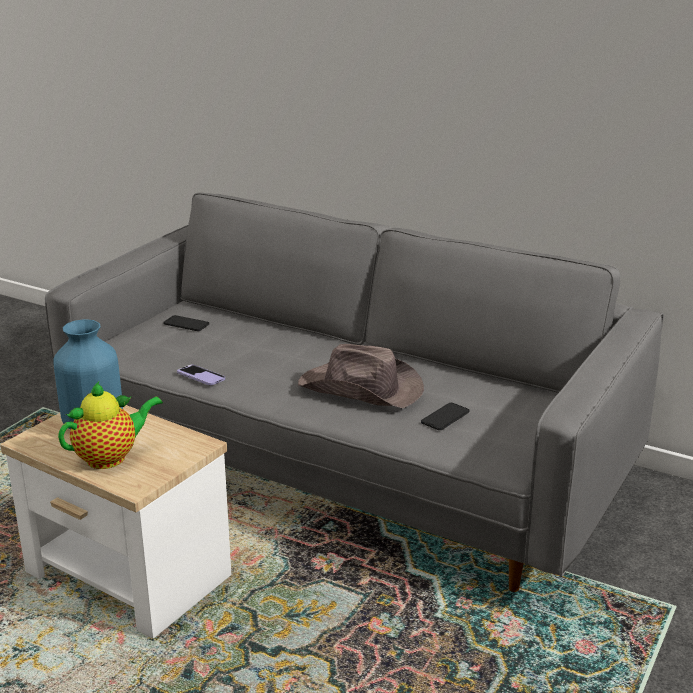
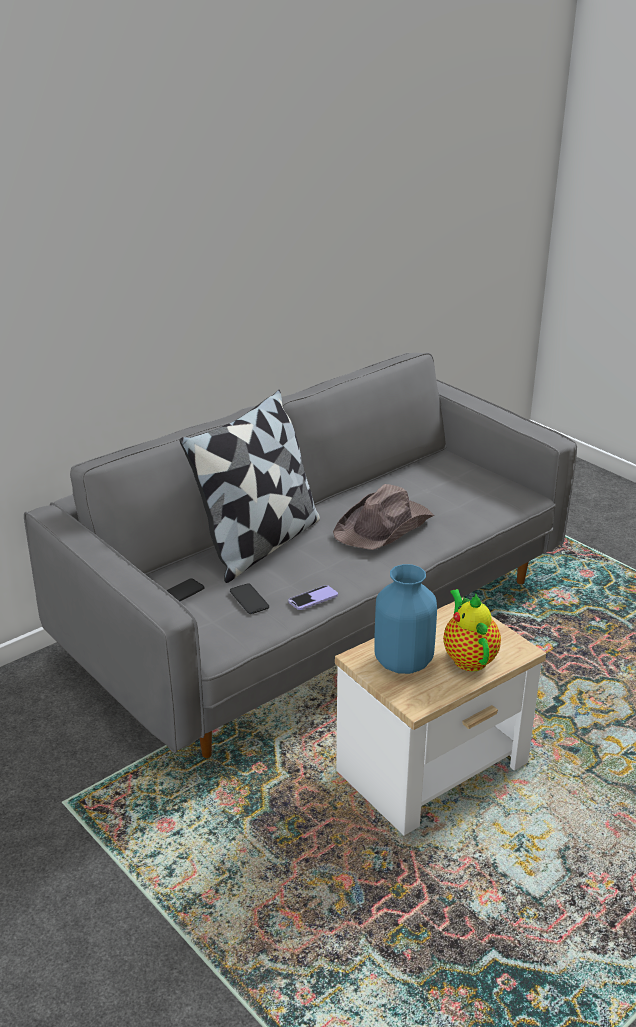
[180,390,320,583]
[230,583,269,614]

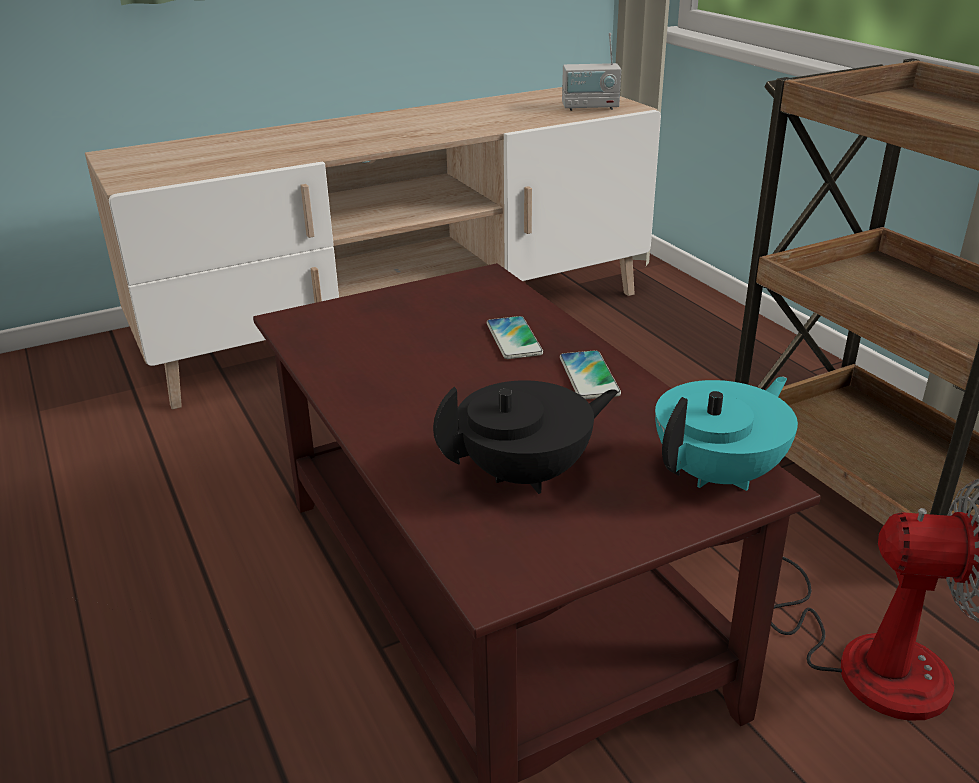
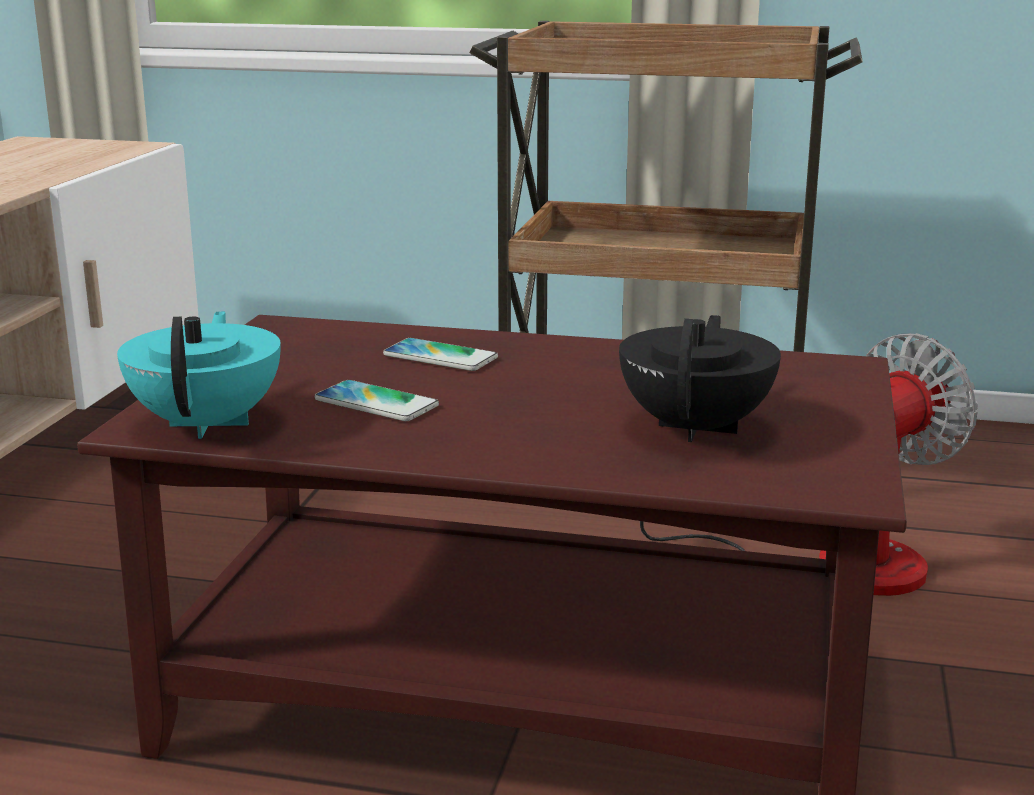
[562,33,621,111] (first image)
[315,380,439,421]
[117,311,281,439]

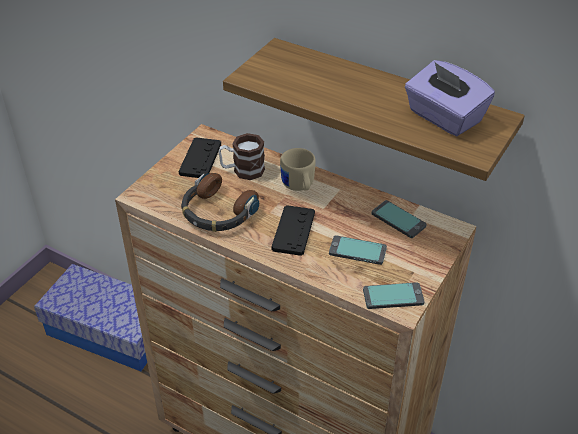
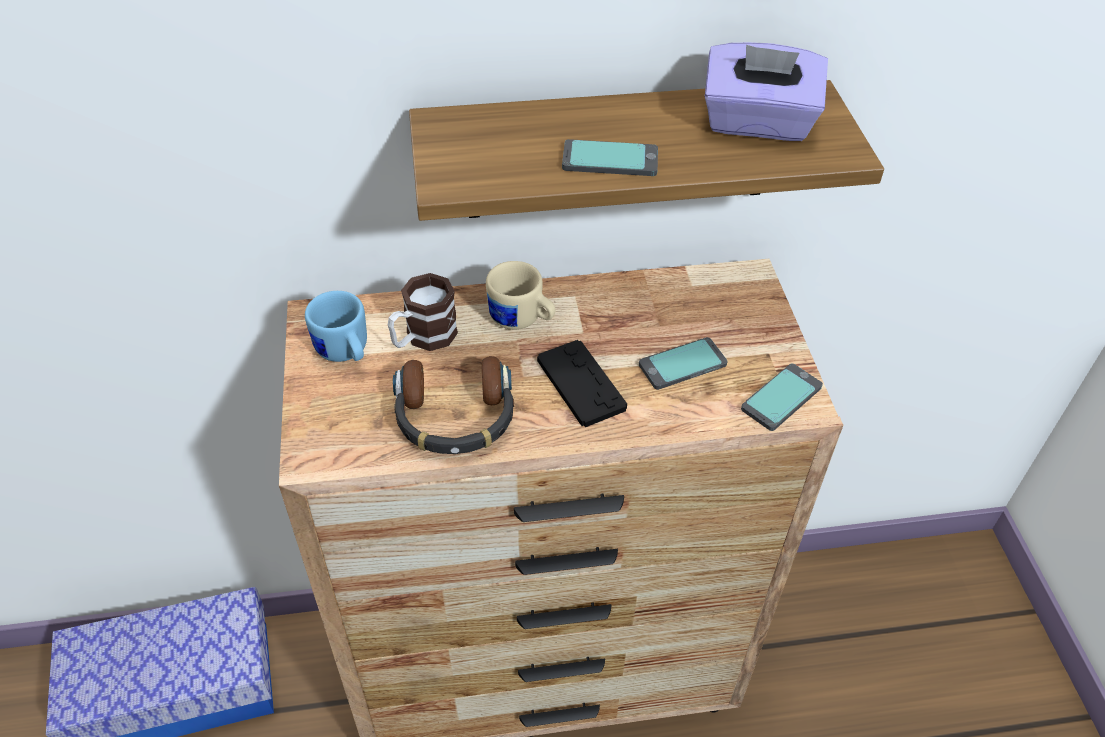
[562,139,658,176]
[305,291,367,362]

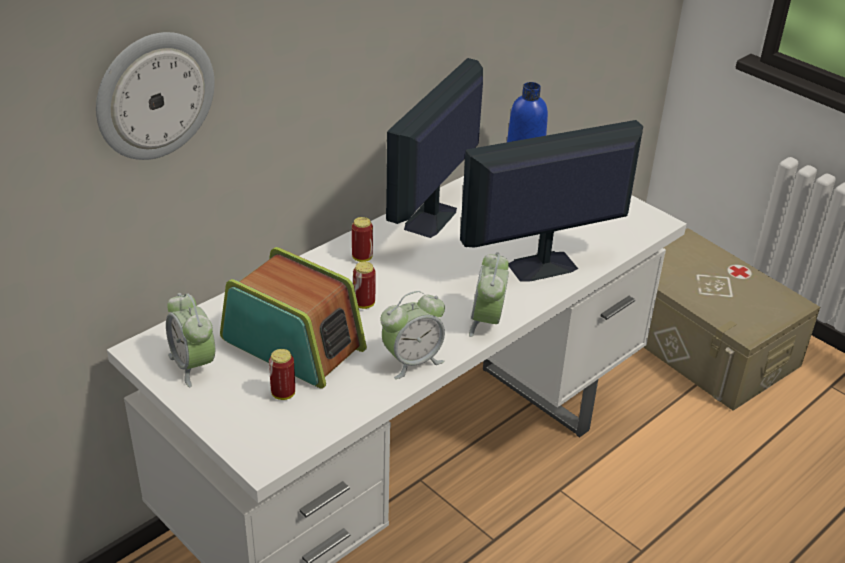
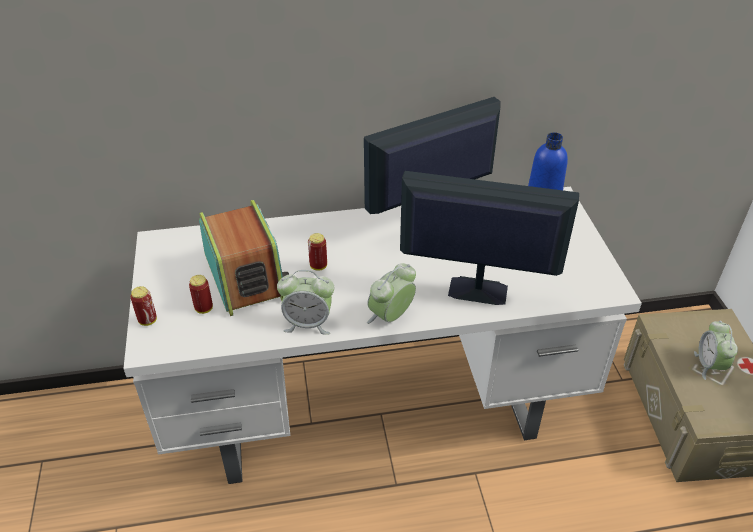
[96,32,215,160] (first image)
[694,320,738,380]
[130,286,157,326]

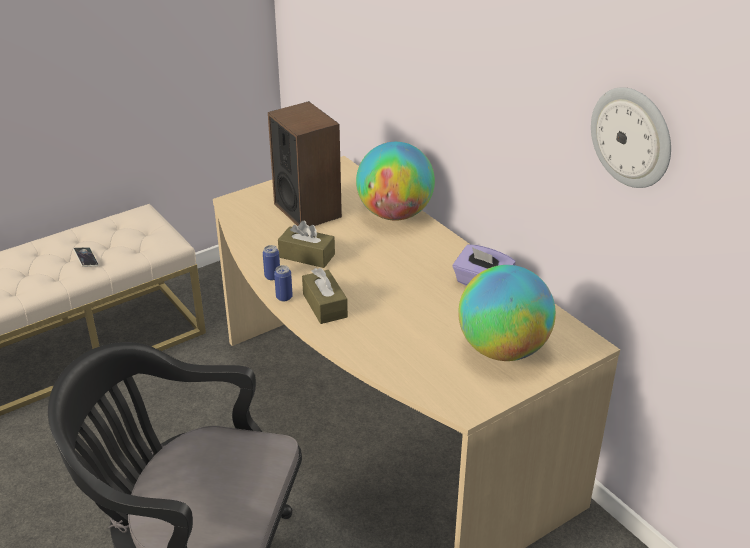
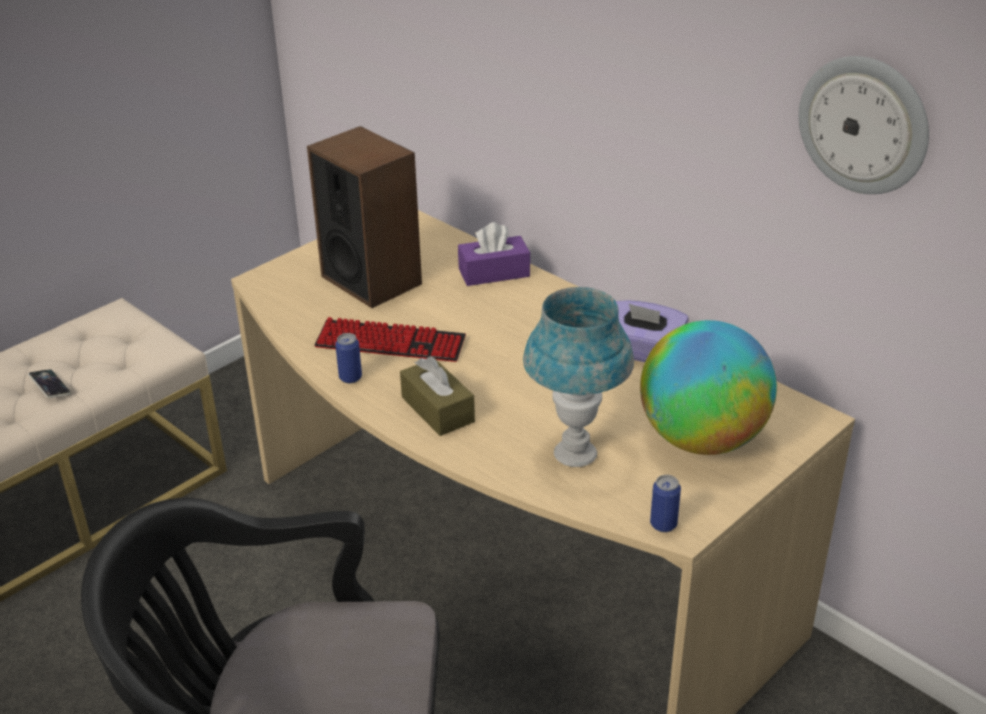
[523,287,634,467]
[650,475,681,532]
[314,317,466,362]
[458,222,530,286]

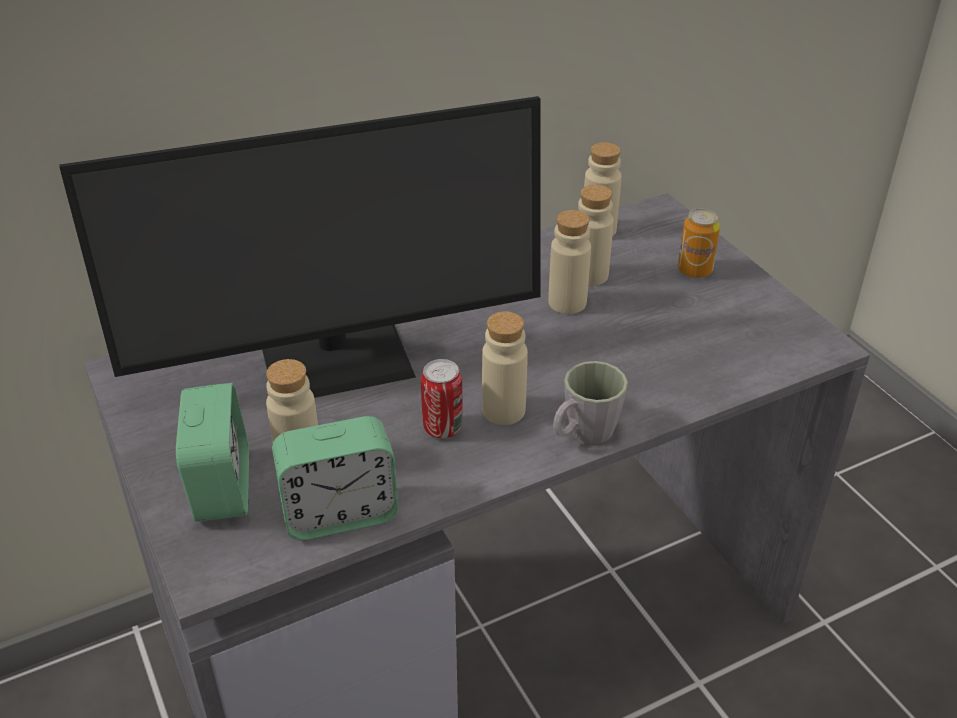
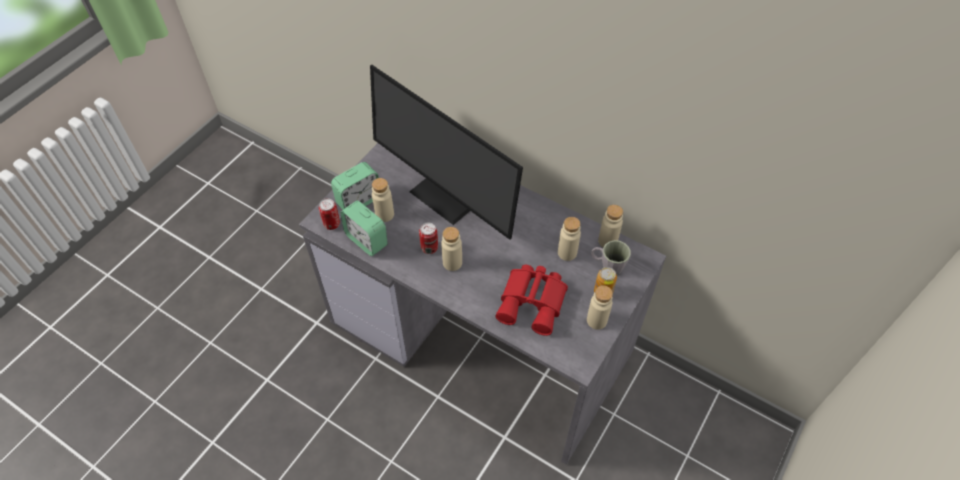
[319,198,340,230]
[495,265,568,336]
[587,286,613,330]
[591,240,631,275]

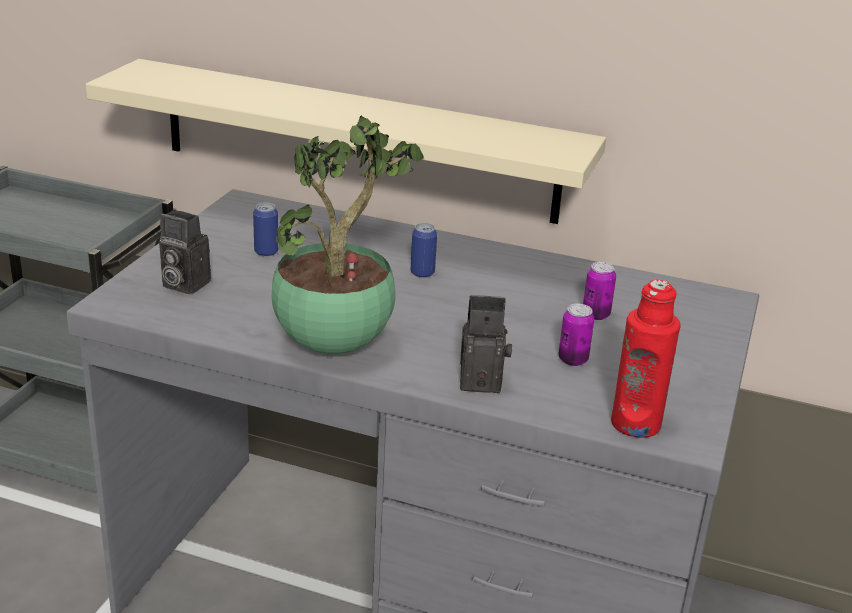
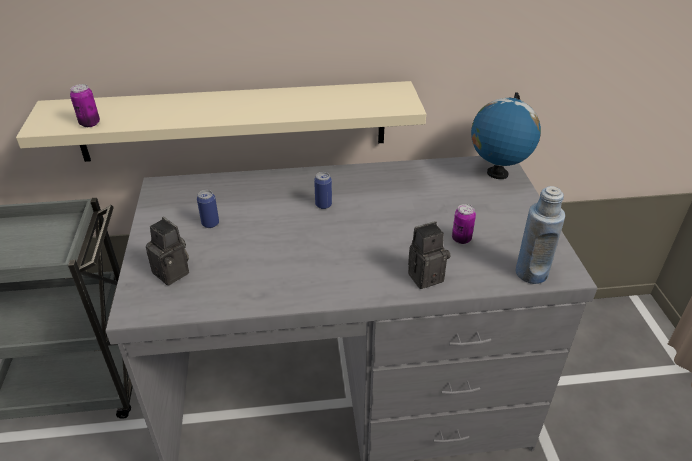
[272,115,424,354] (first image)
[471,92,541,179]
[70,84,100,127]
[516,186,565,284]
[146,217,189,285]

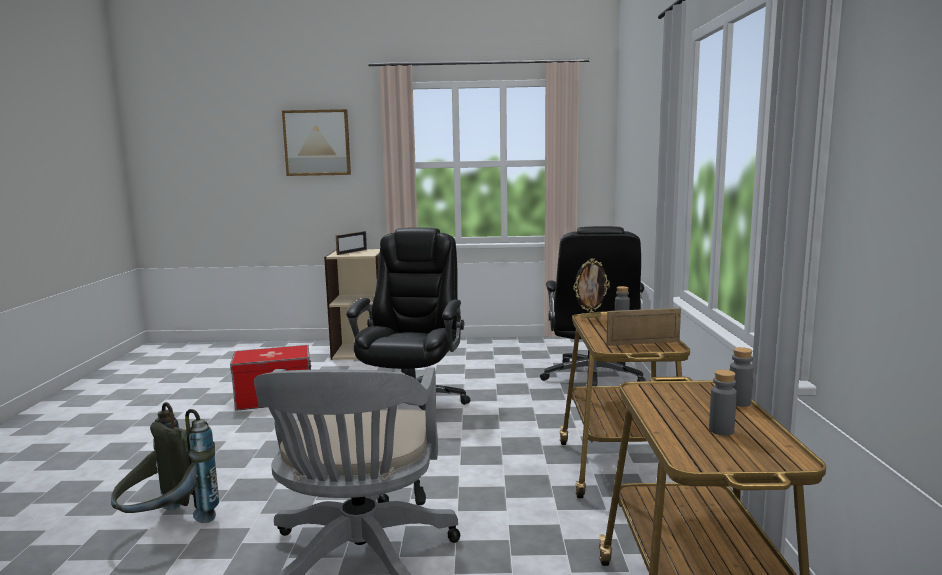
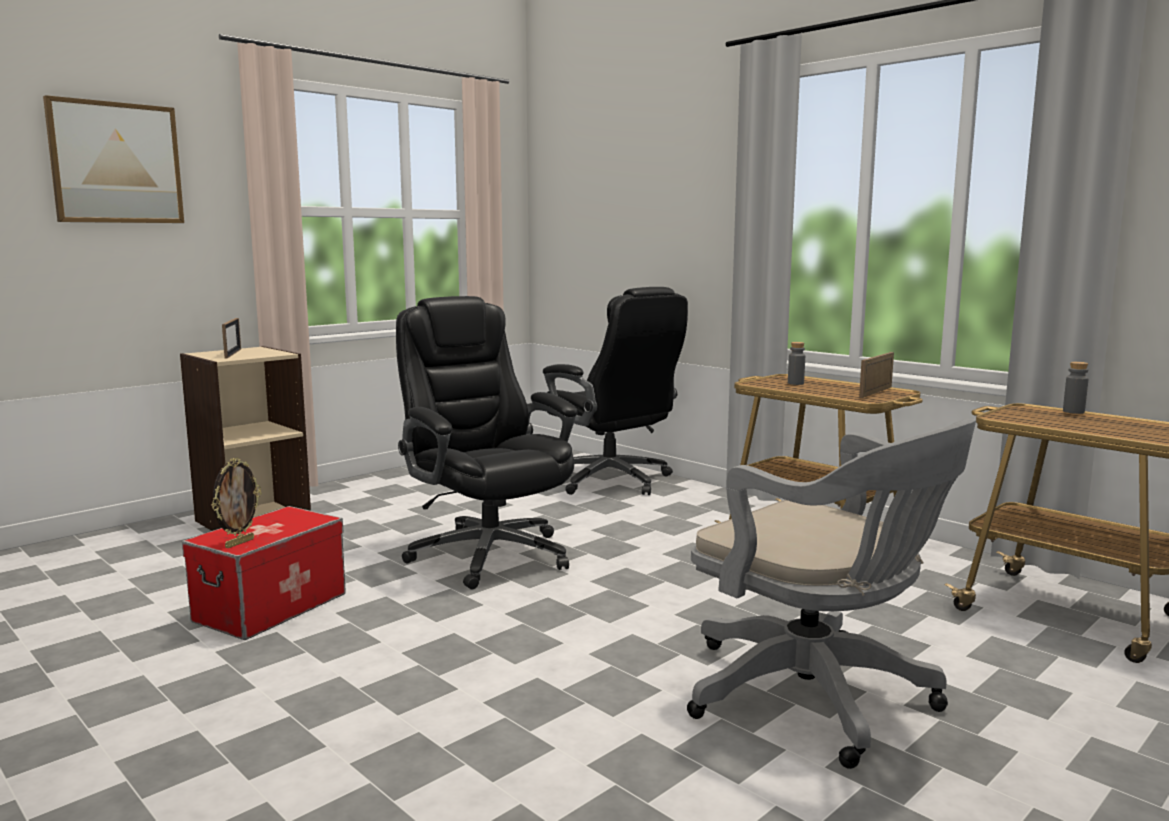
[111,402,219,523] (first image)
[709,370,737,435] (first image)
[212,458,261,548]

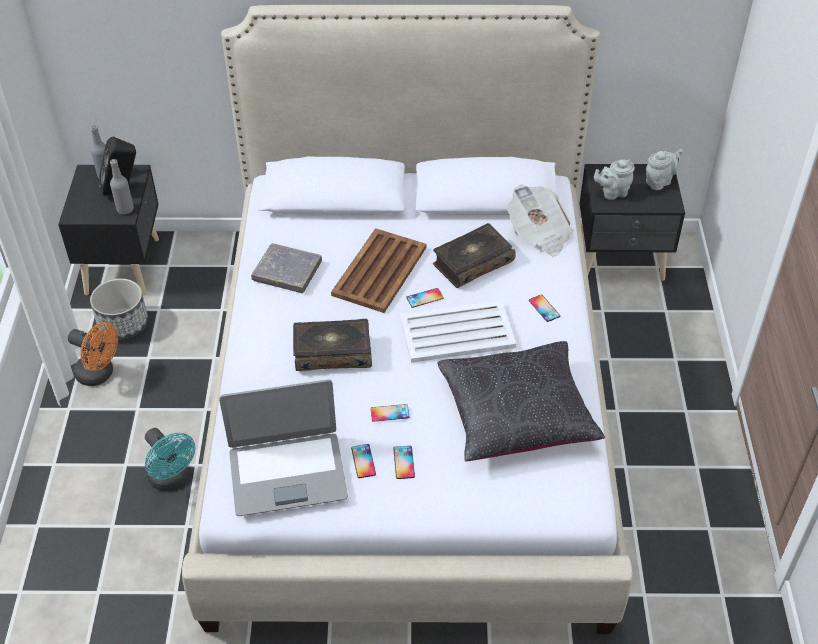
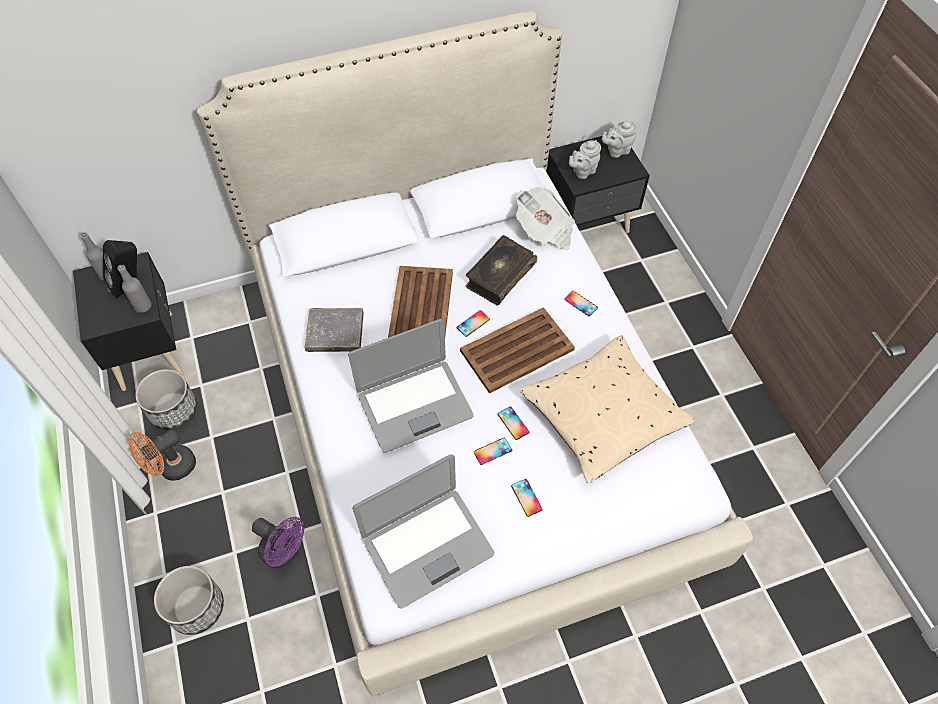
[154,566,224,635]
[497,406,529,440]
[348,319,474,453]
[252,517,304,568]
[460,307,575,394]
[520,335,695,484]
[128,429,196,481]
[602,121,637,158]

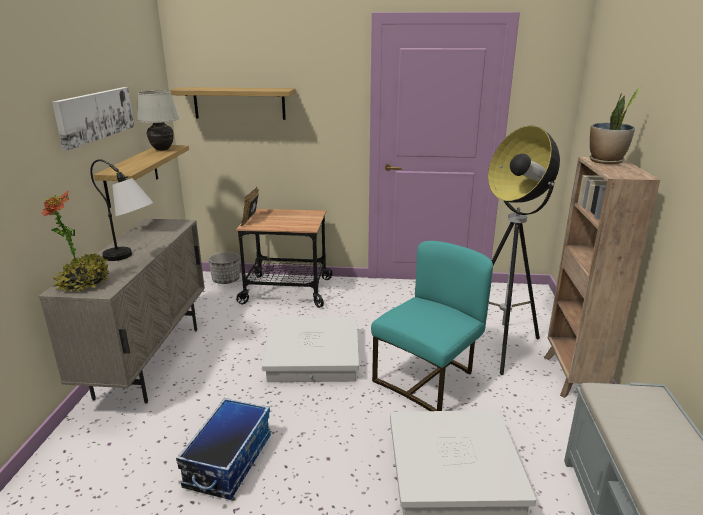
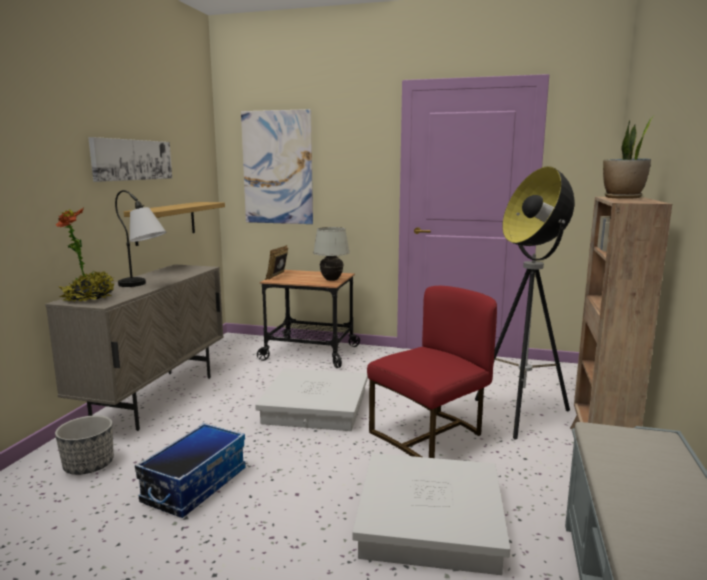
[313,227,350,281]
[55,415,114,475]
[241,109,313,224]
[367,286,497,458]

